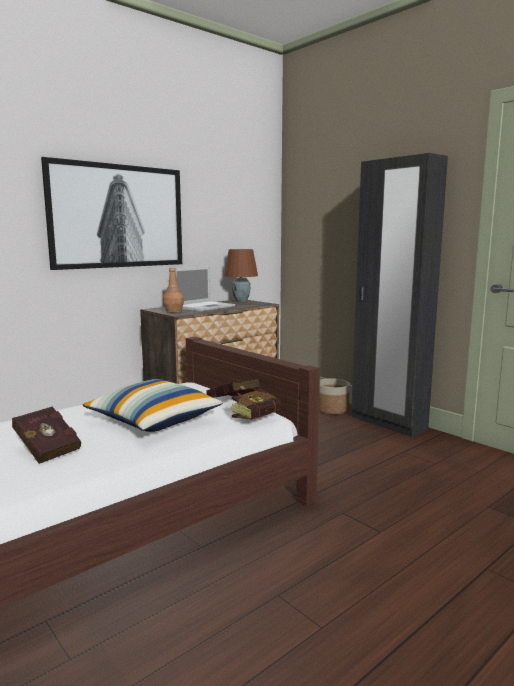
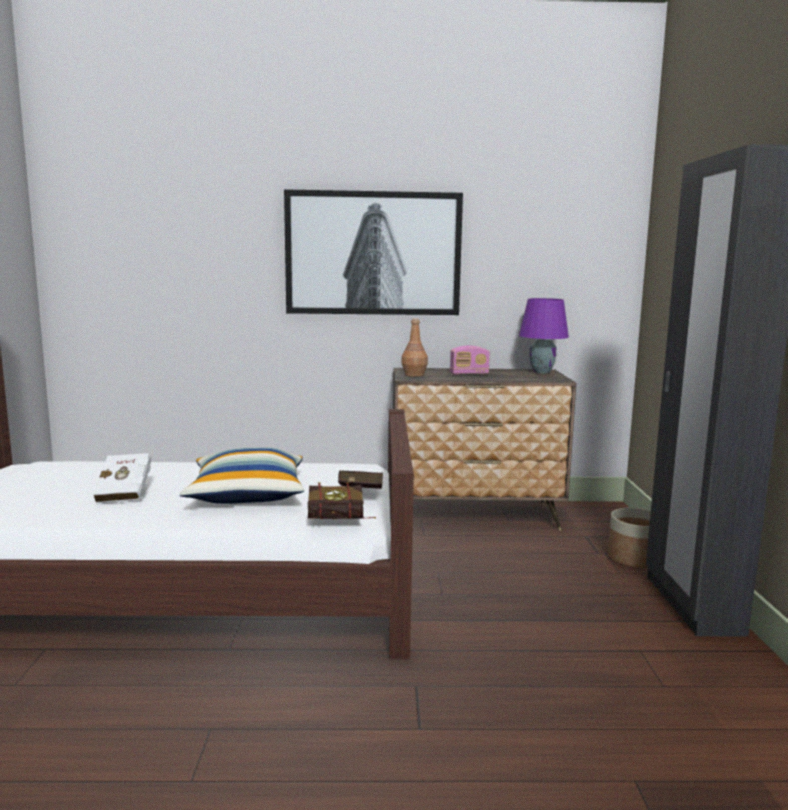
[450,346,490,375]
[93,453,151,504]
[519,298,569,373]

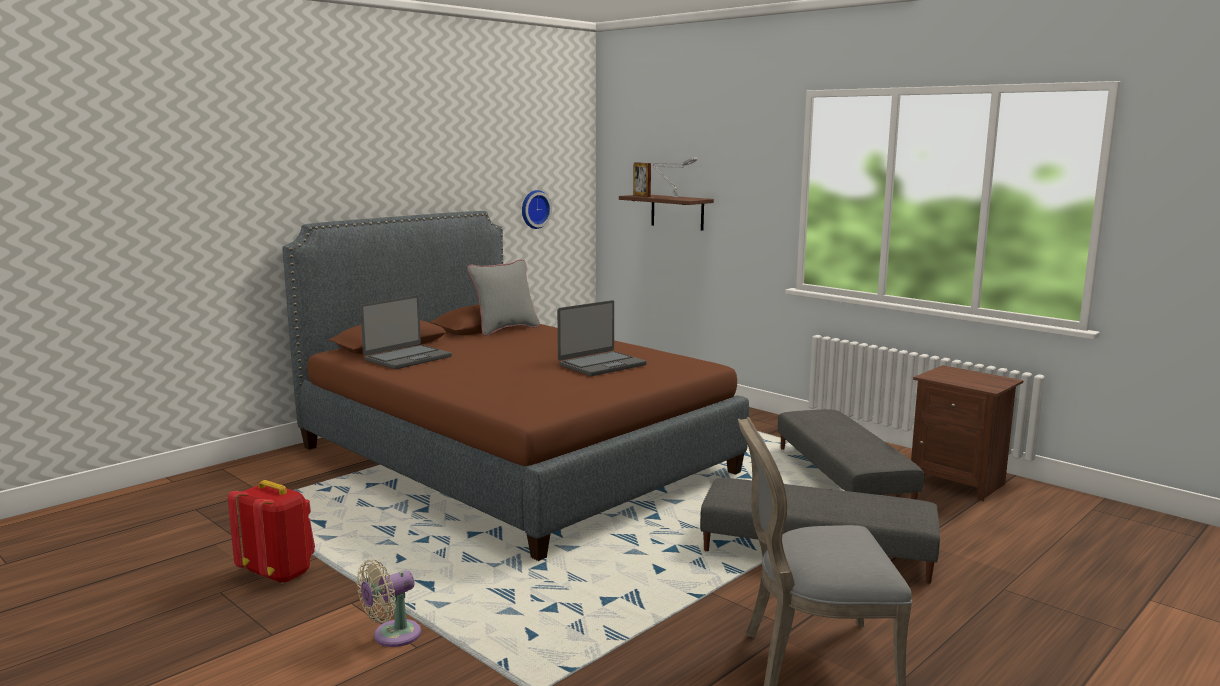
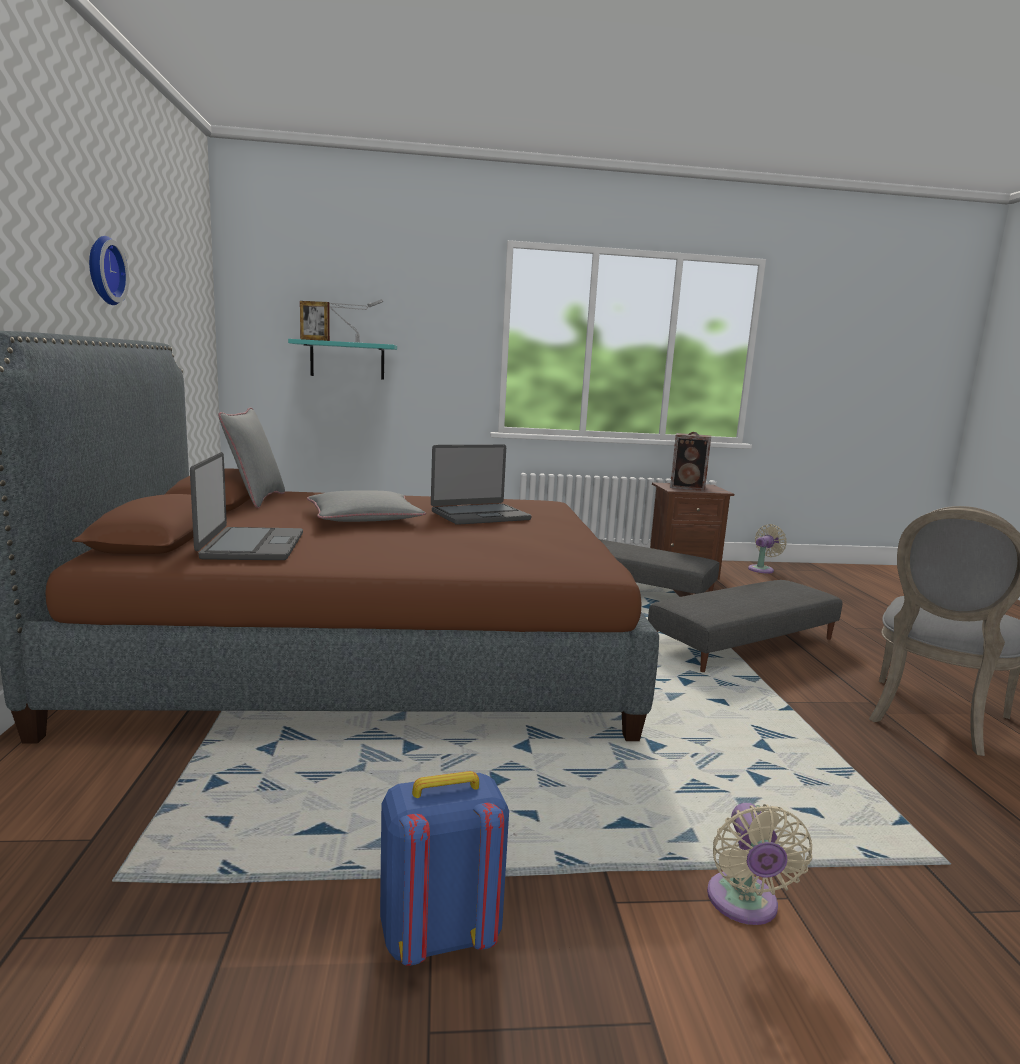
[307,490,426,522]
[670,432,711,491]
[748,524,787,574]
[89,236,129,305]
[380,771,509,966]
[288,339,397,380]
[431,445,531,525]

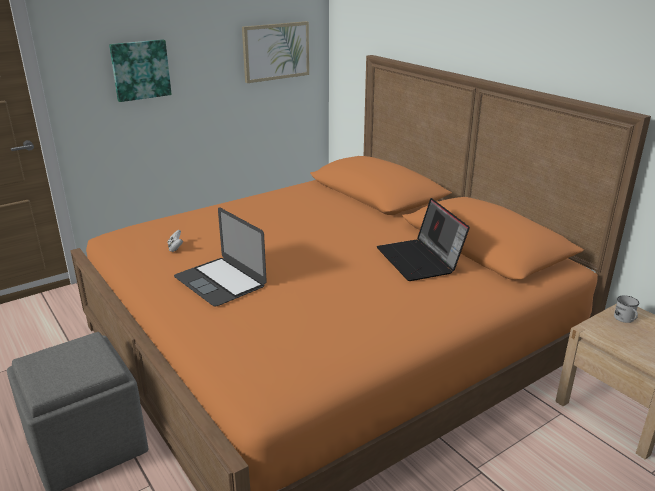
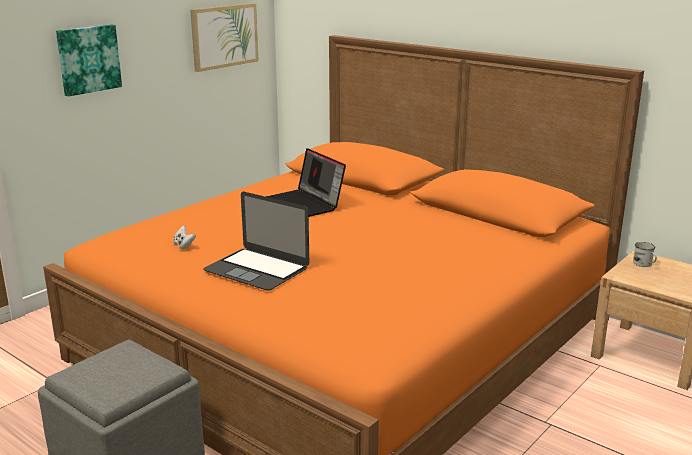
[265,148,346,217]

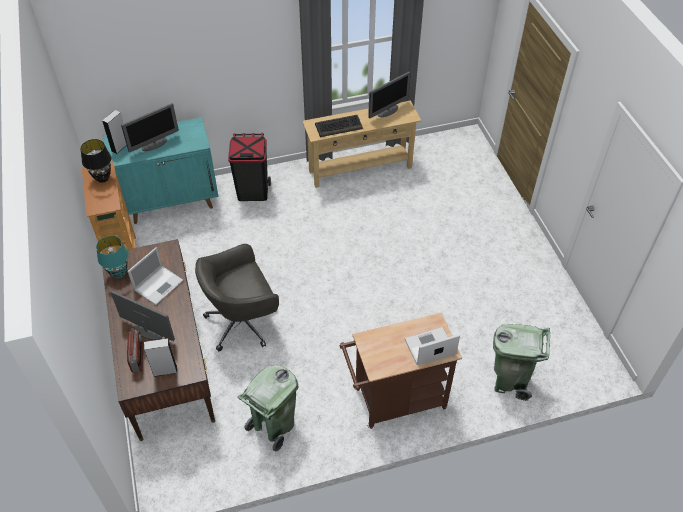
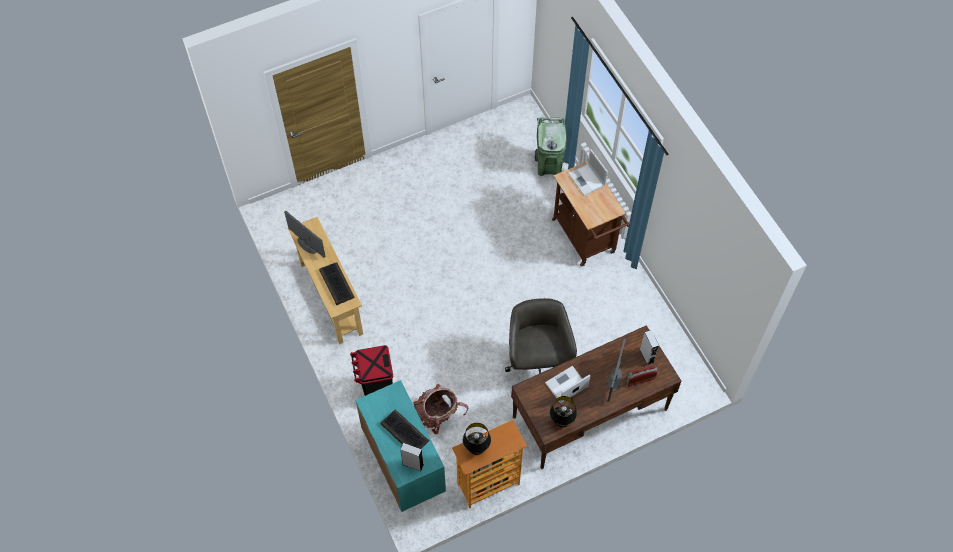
[238,365,298,452] (first image)
[413,384,468,434]
[380,410,429,449]
[550,396,577,428]
[545,366,590,403]
[505,298,577,374]

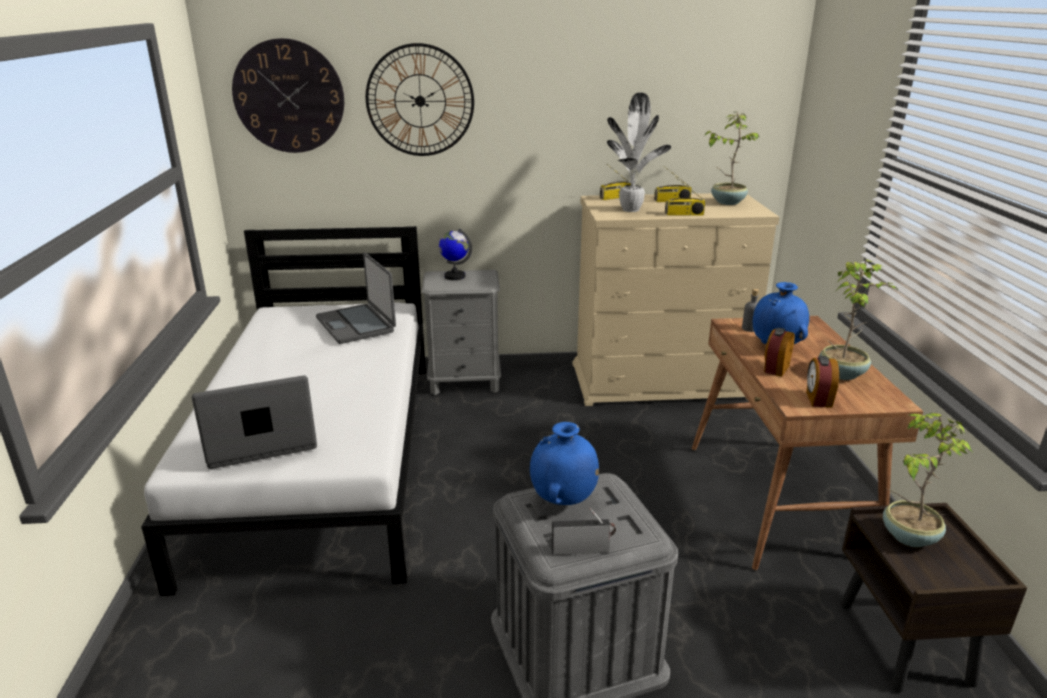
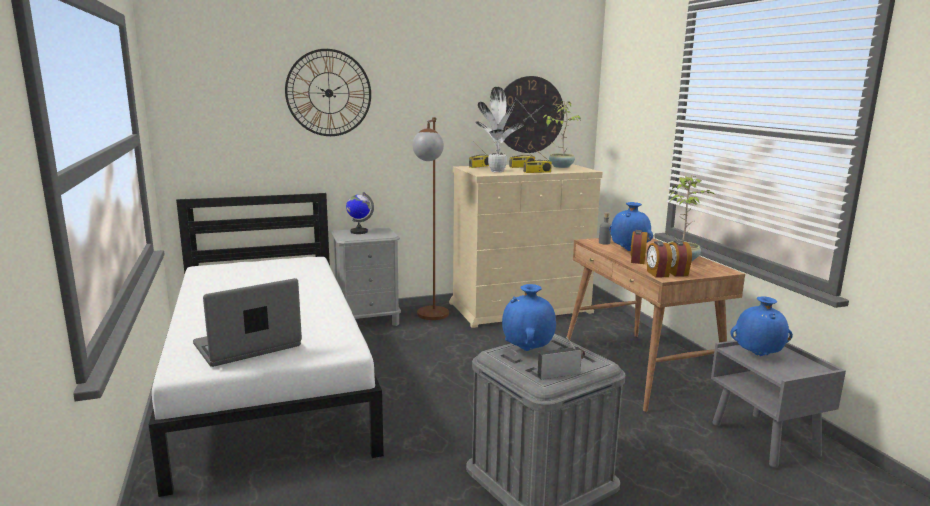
[316,252,396,344] (first image)
[412,117,449,320]
[647,241,672,278]
[497,76,564,153]
[730,296,793,356]
[711,340,846,468]

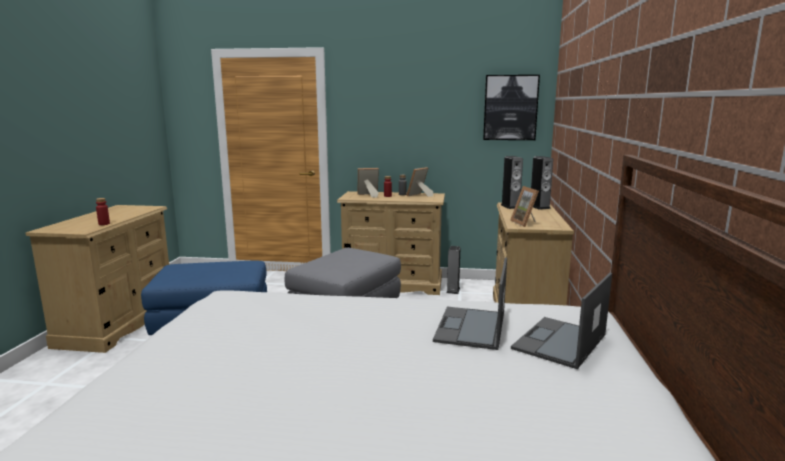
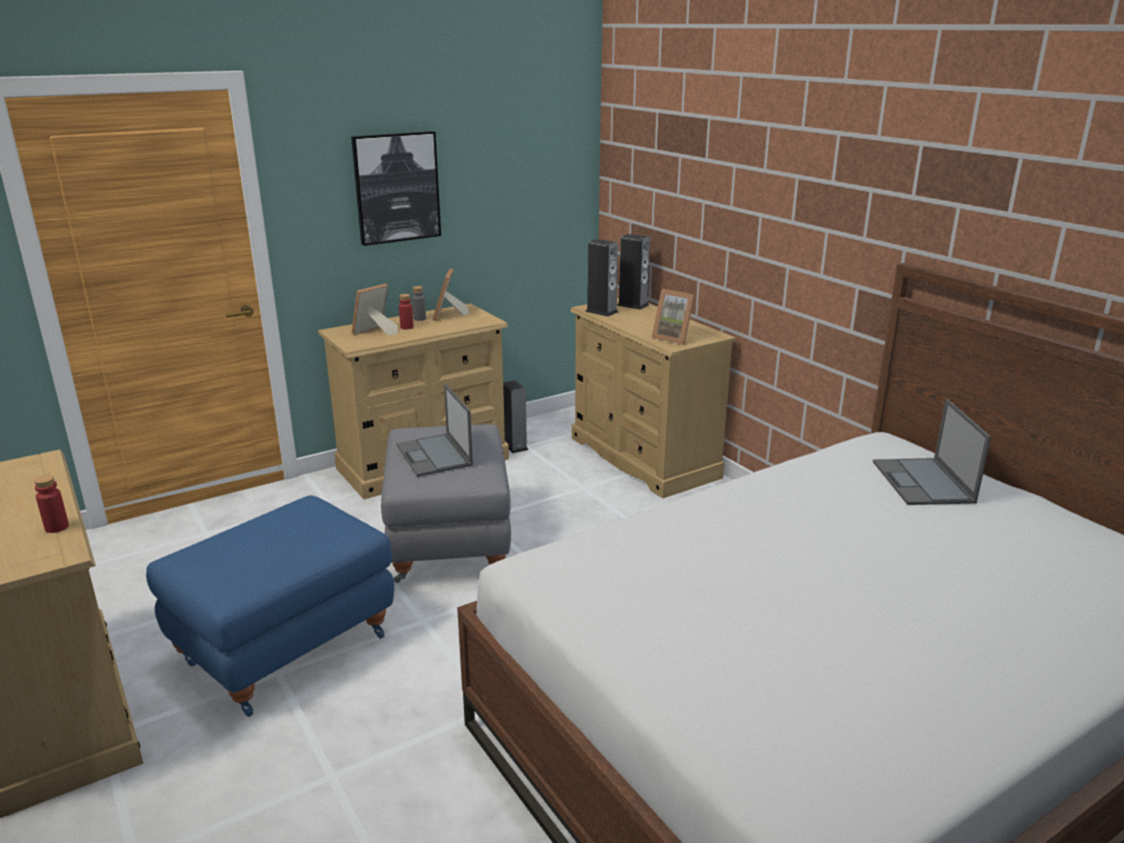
[396,384,473,477]
[351,131,441,246]

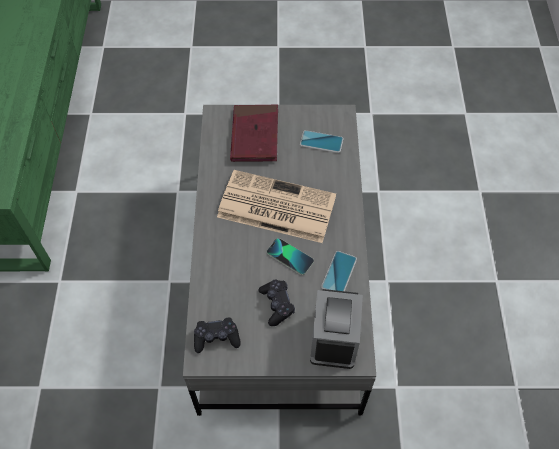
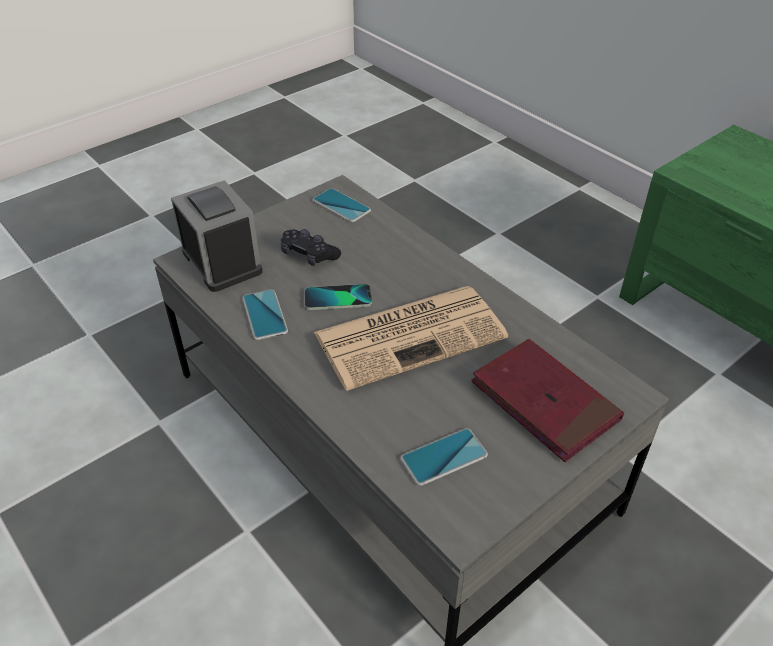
[313,188,371,222]

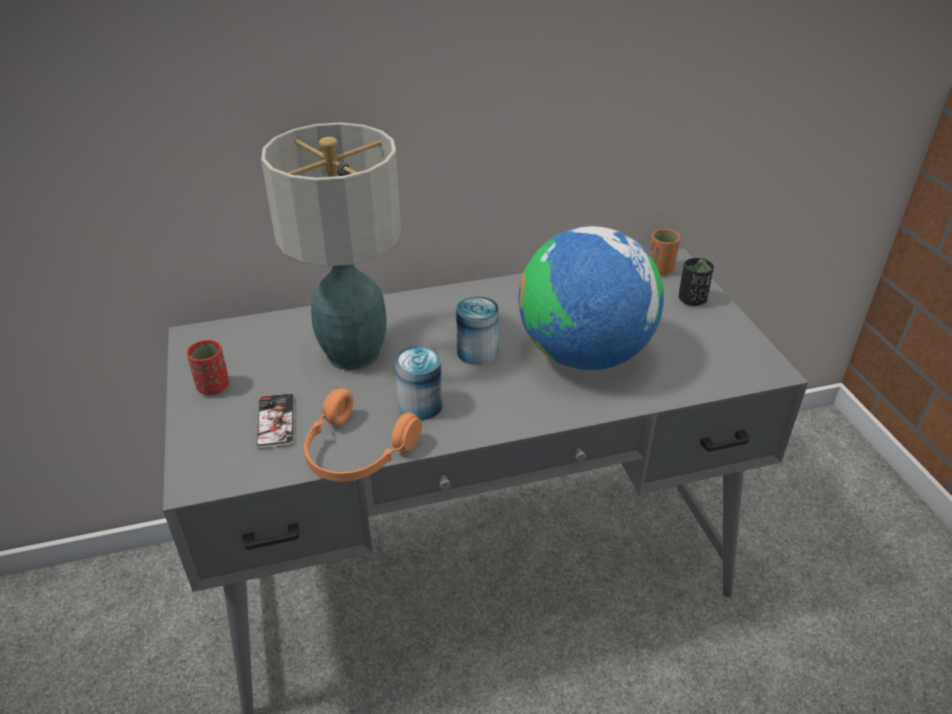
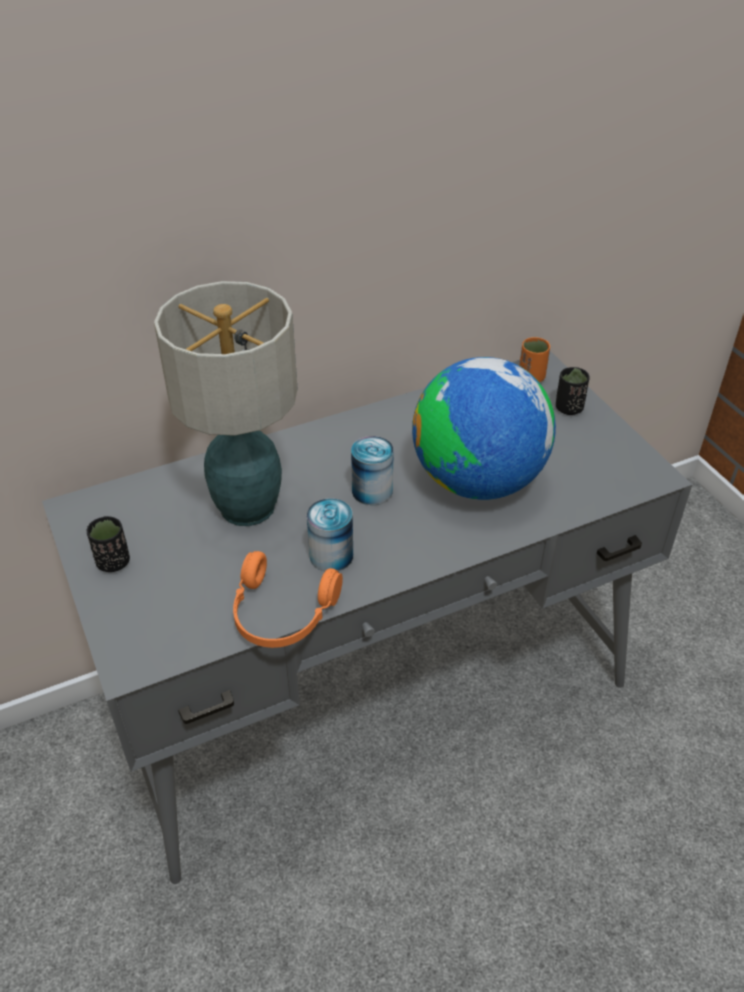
[256,394,295,449] (first image)
[87,516,130,572]

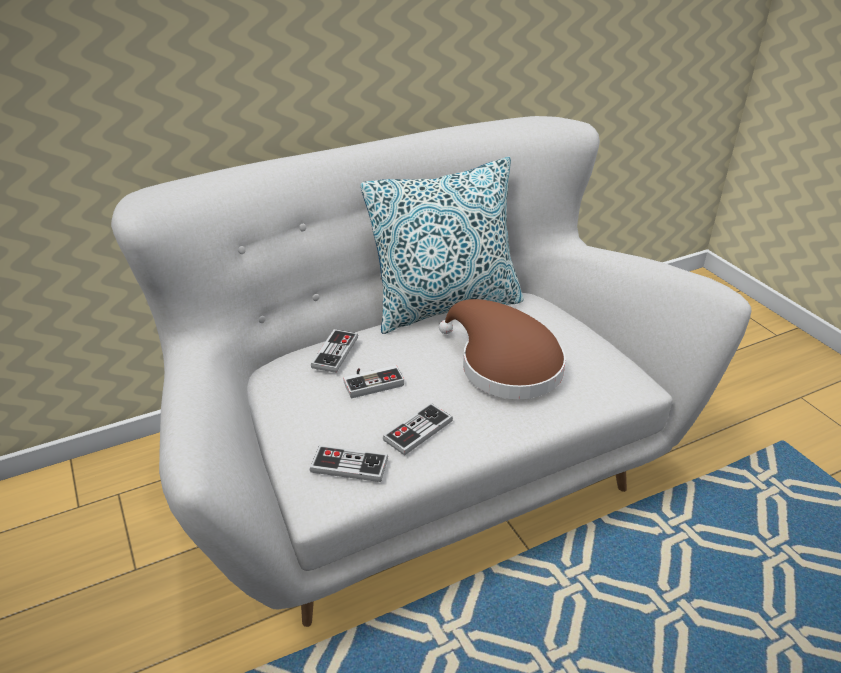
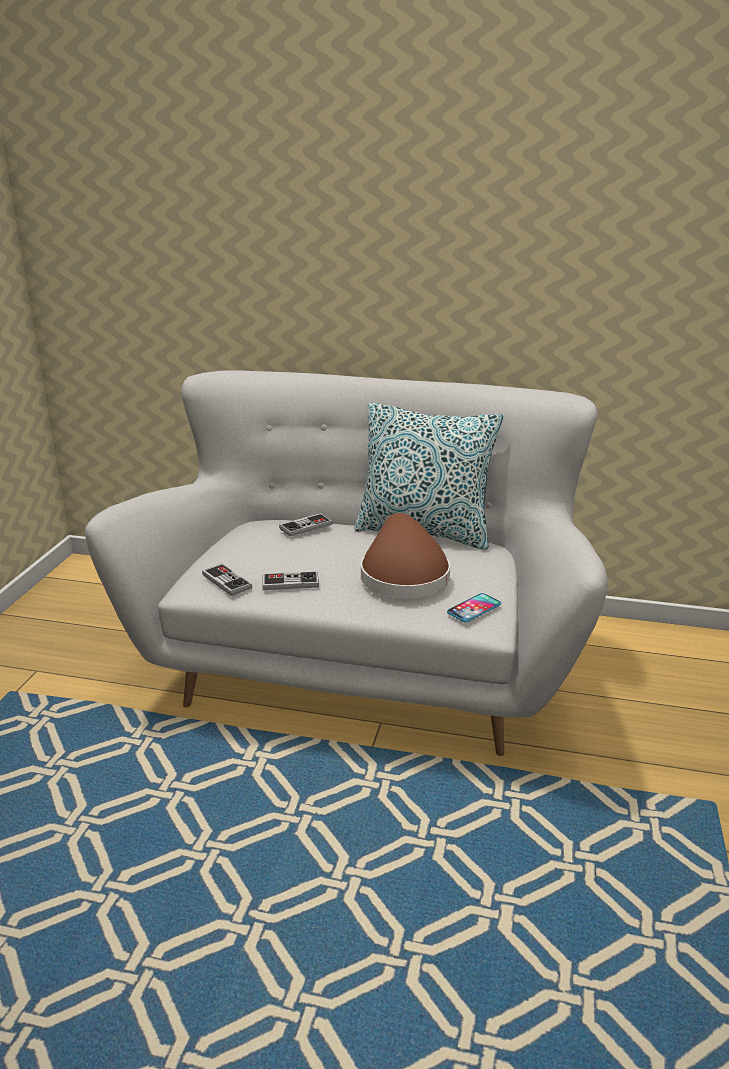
[343,365,404,398] (first image)
[447,593,501,622]

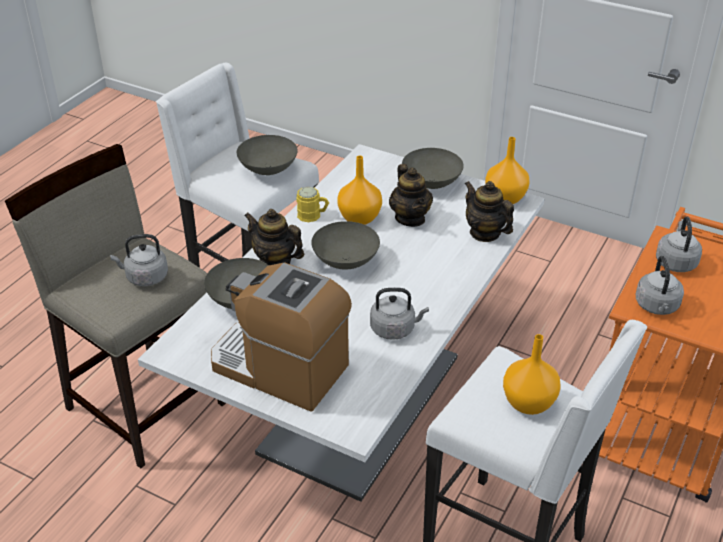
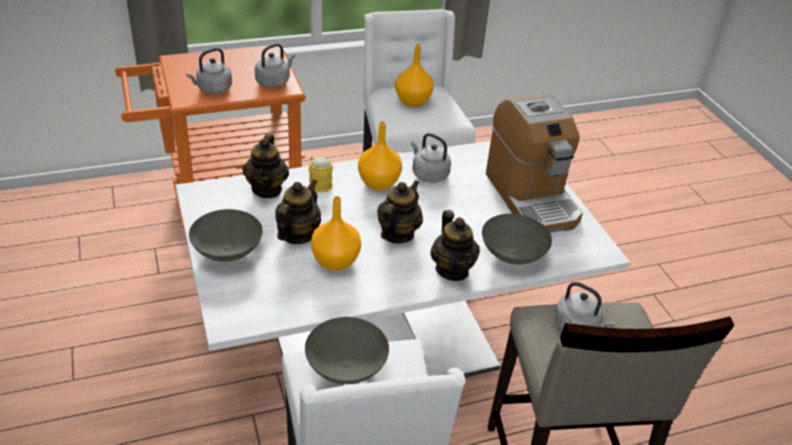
[309,156,333,193]
[358,121,402,190]
[377,180,423,244]

